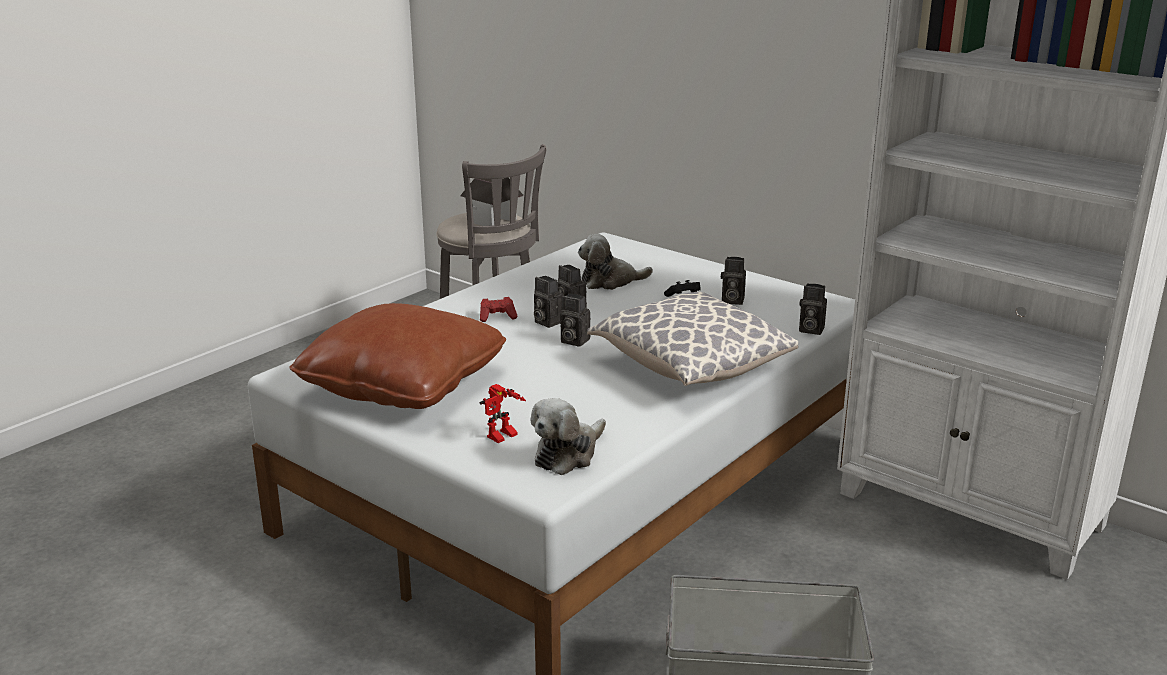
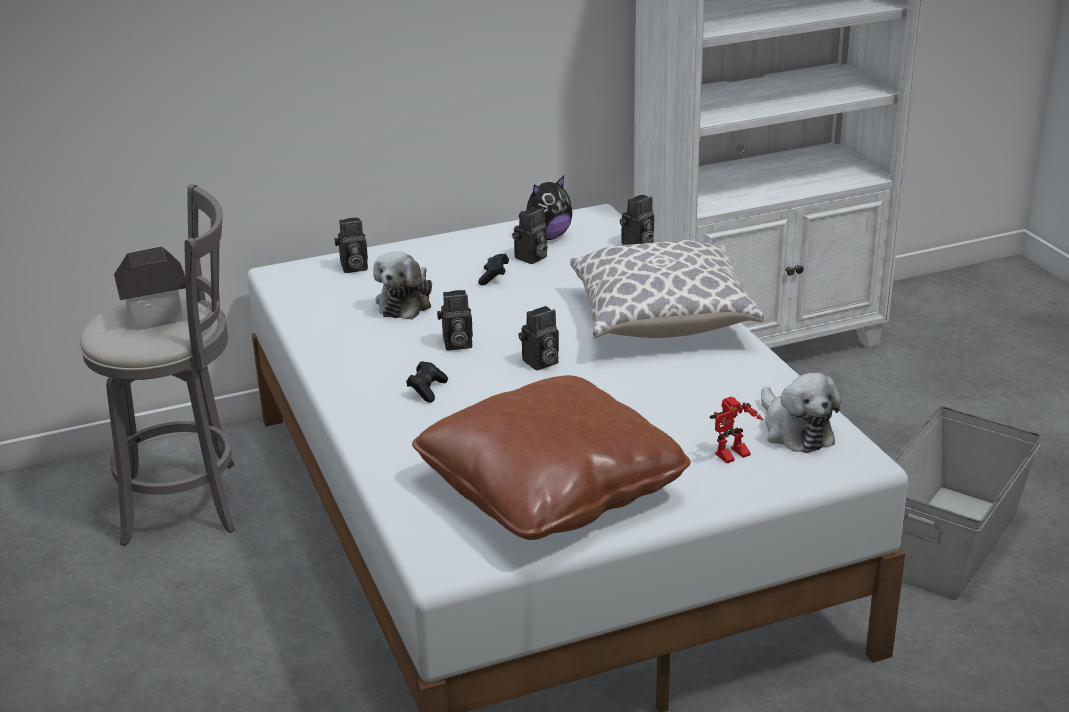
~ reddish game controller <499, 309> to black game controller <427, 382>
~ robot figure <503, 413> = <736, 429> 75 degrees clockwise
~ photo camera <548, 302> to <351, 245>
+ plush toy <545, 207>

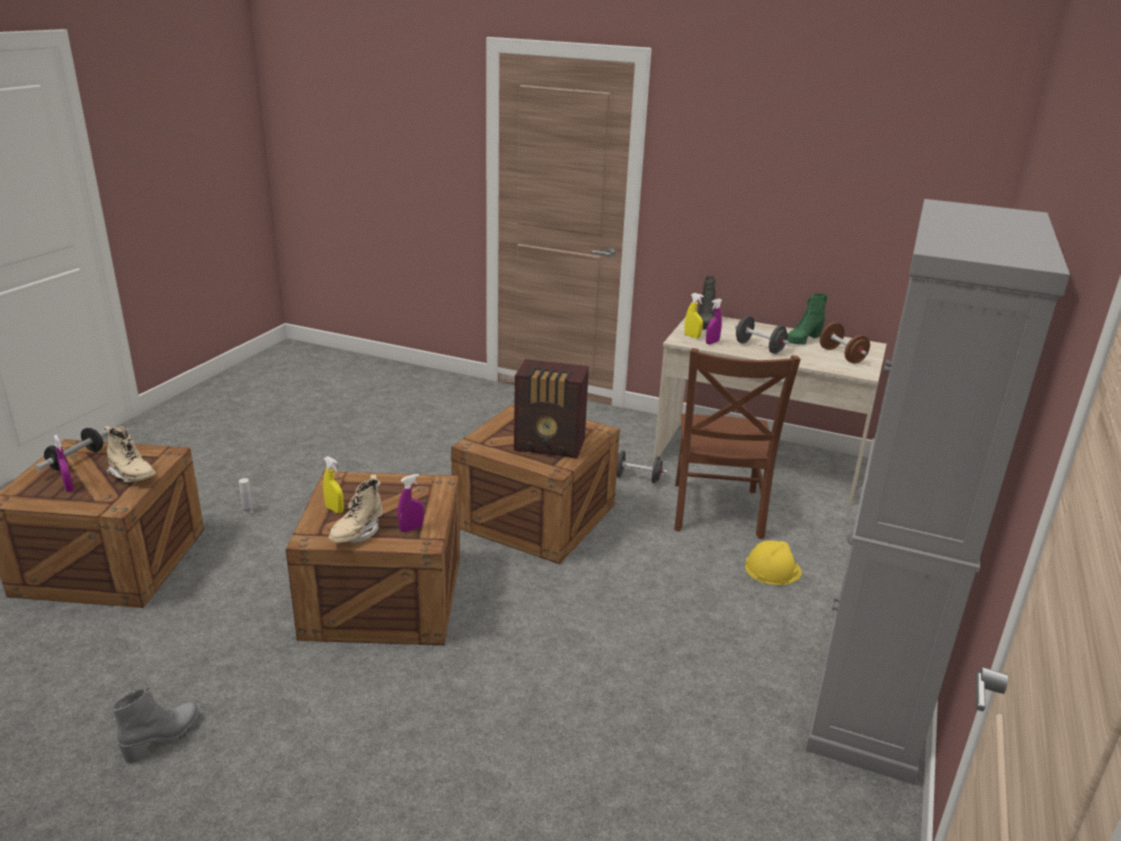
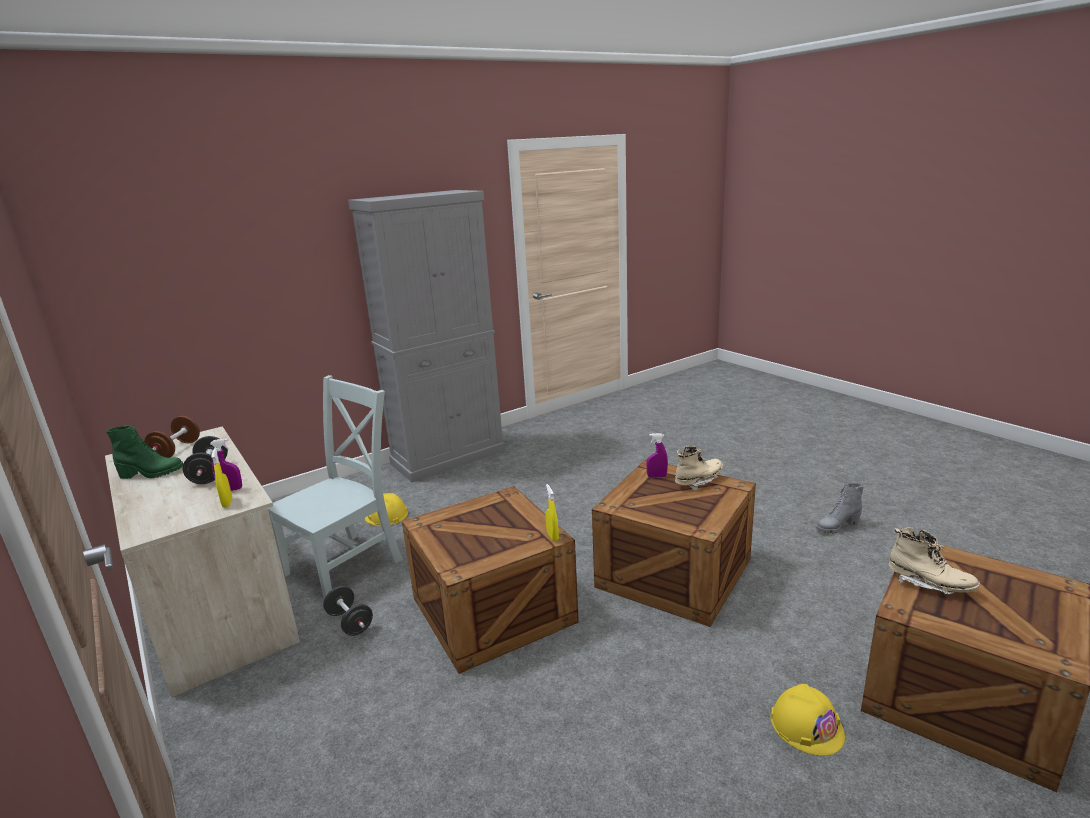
- hand weight <71, 449>
- purplish sprayer <64, 463>
~ beige-coloured high-top boot <130, 454> = <934, 561> 150 degrees clockwise
~ whitish drink bottle <246, 496> to yellowish safety helmet <808, 720>
~ yellowish sprayer <333, 485> to <552, 512>
- radio <551, 409>
~ brownish plain chair <737, 443> to greyish plain chair <335, 487>
- black high-top boot <707, 303>

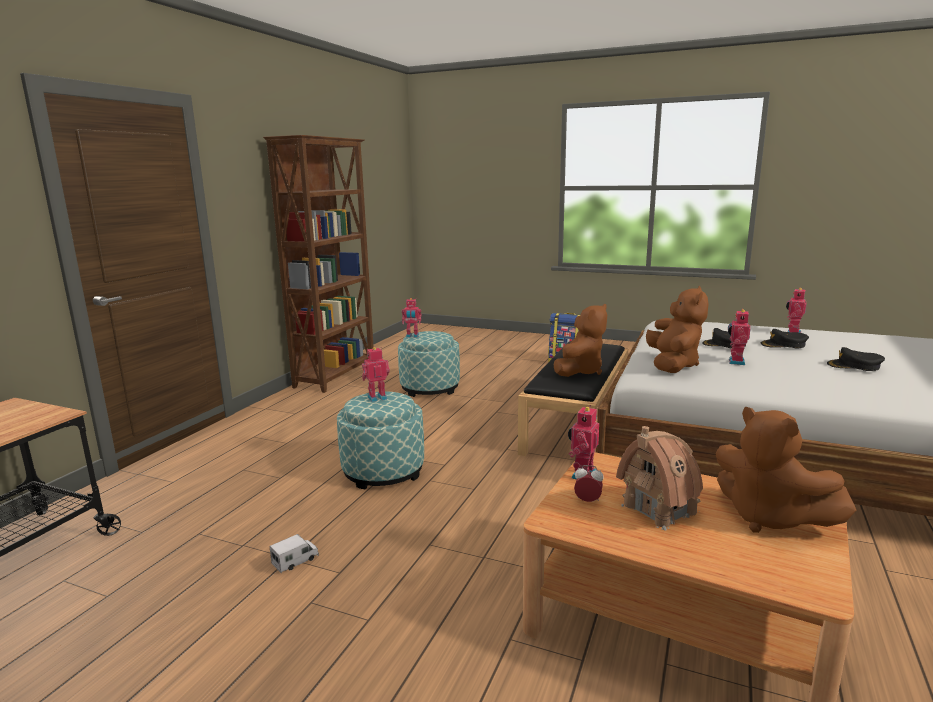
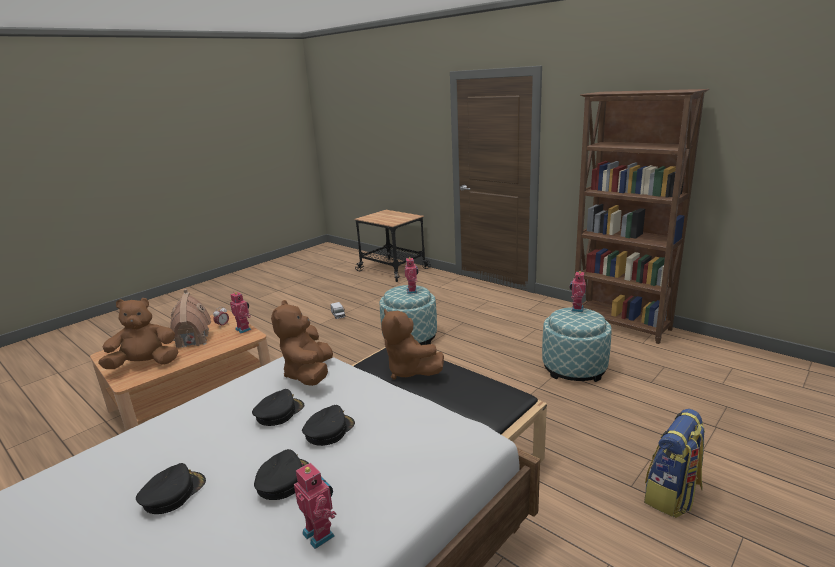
~ brownish plush toy <677, 329> = <302, 343> 60 degrees clockwise
~ robot figure <739, 337> to black peaked cap <278, 407>

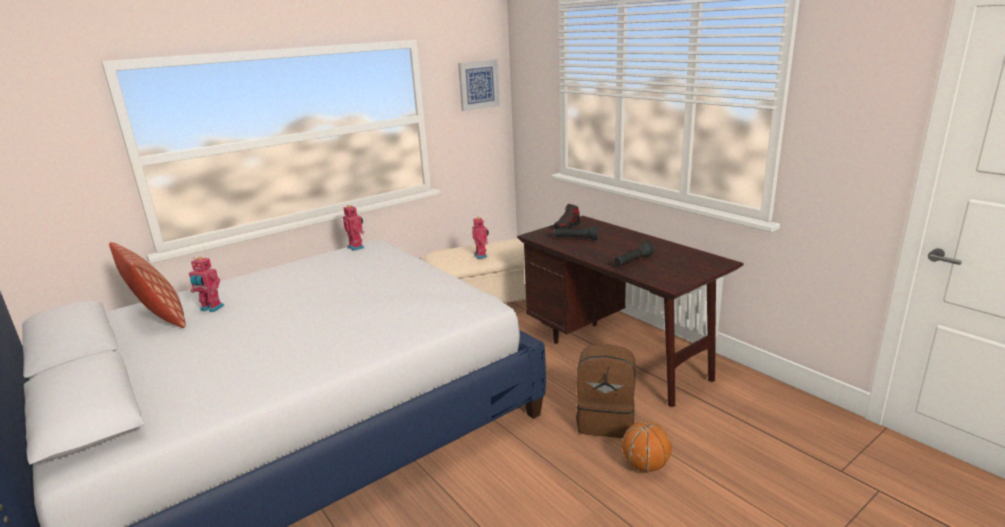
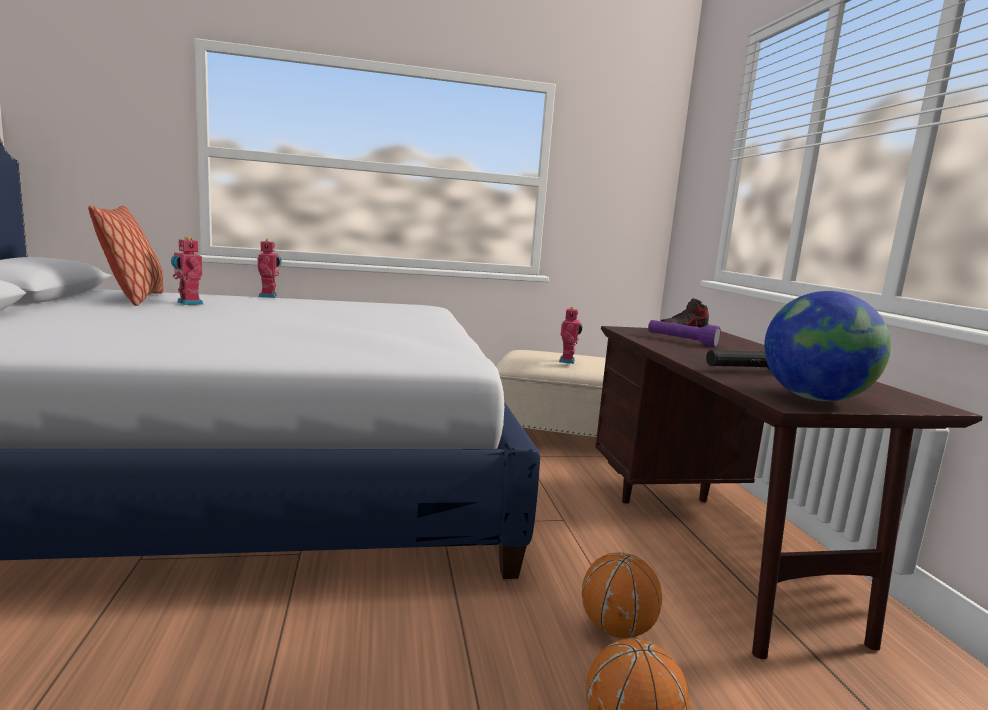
~ robot figure <354, 228> to <270, 268>
- wall art <479, 85>
~ black flashlight <576, 233> to purplish flashlight <684, 333>
~ brownish knapsack <605, 391> to basketball ball <622, 595>
+ world globe <827, 346>

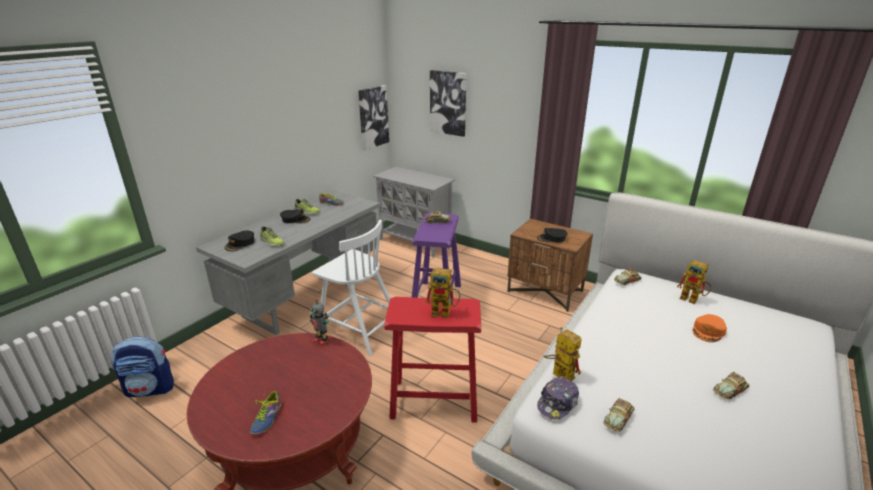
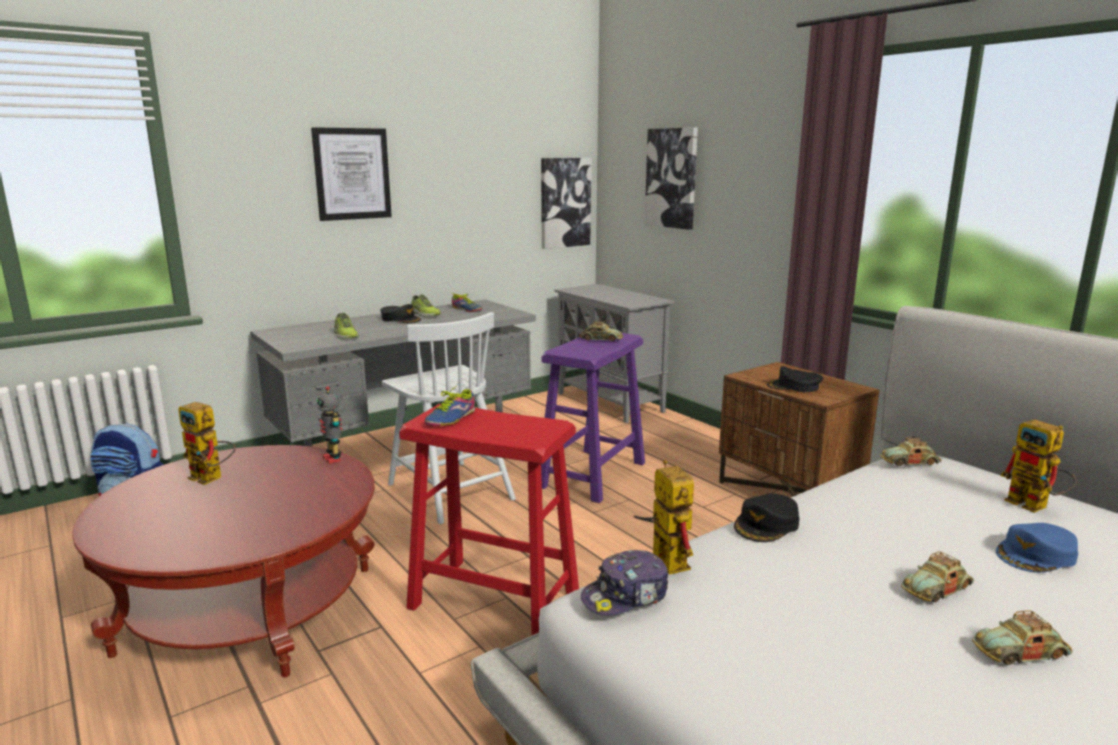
~ black peaked cap <239, 241> to <766, 518>
~ low shoe <266, 412> to <450, 406>
~ robot figure <443, 293> to <207, 443>
~ miniature car <619, 415> to <937, 576>
~ orange peaked cap <710, 328> to blue-coloured peaked cap <1037, 548>
+ wall art <351, 174>

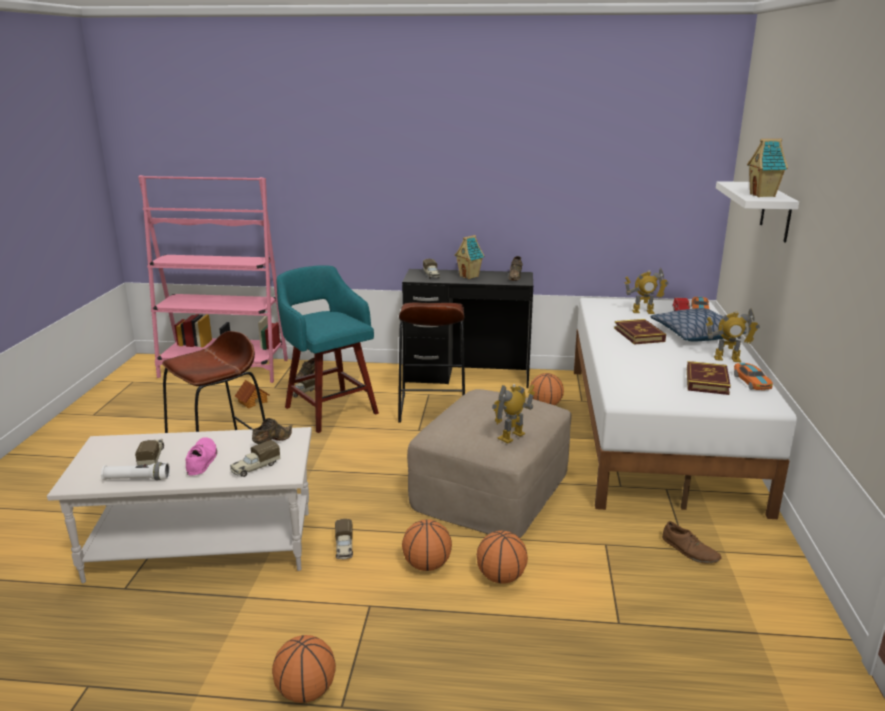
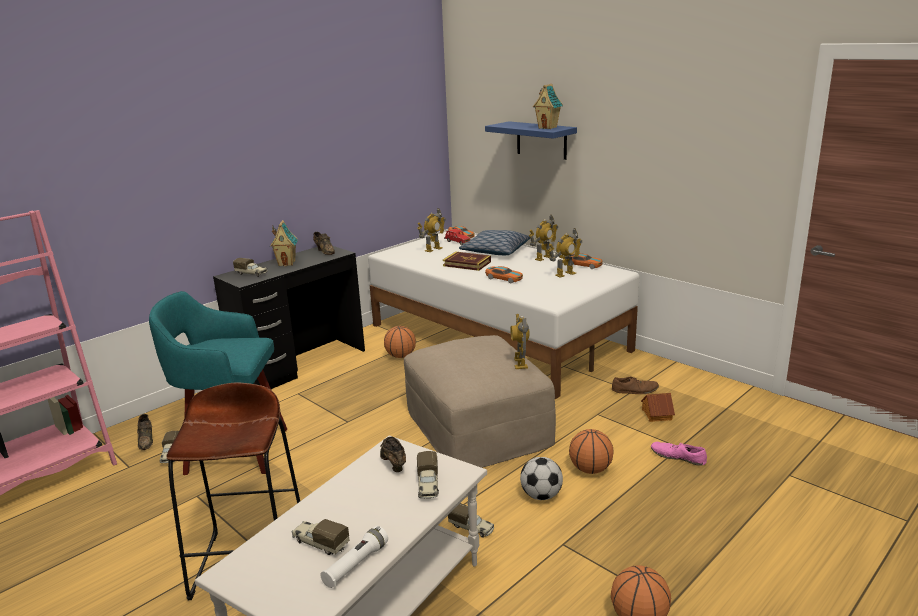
~ pinkish low shoe <201, 456> to <679, 454>
~ toy house <252, 394> to <658, 407>
- brownish sitting stool <431, 362>
~ basketball ball <427, 545> to ball for football <541, 478>
~ volume <709, 378> to robot figure <565, 253>
~ whitish bracket shelf <757, 211> to blue-coloured bracket shelf <531, 140>
+ miniature car <504, 274>

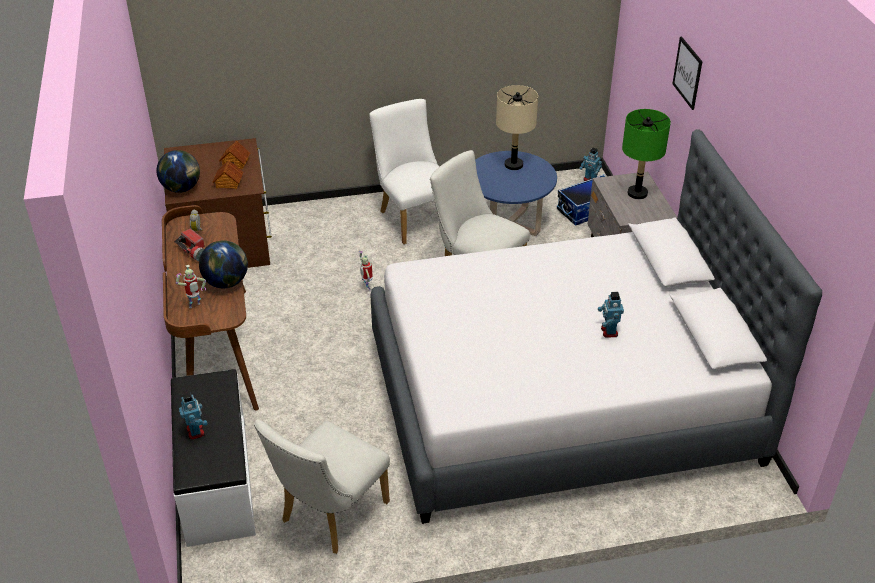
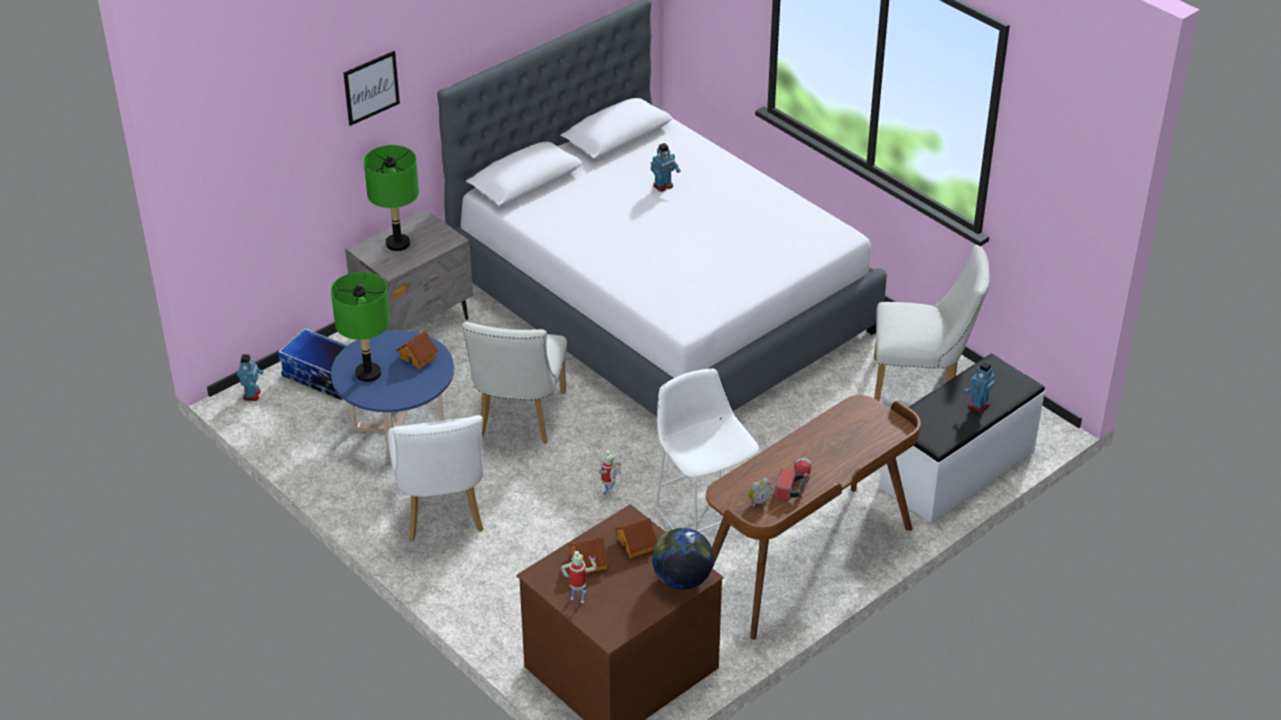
~ robot figure <191, 286> to <579, 577>
- world globe <223, 264>
~ whitish plain chair <404, 171> = <436, 478> 45 degrees counterclockwise
~ beige-coloured lamp for a table <517, 127> to green lamp for a table <360, 327>
+ toy house <417, 350>
+ whitish sitting stool <707, 450>

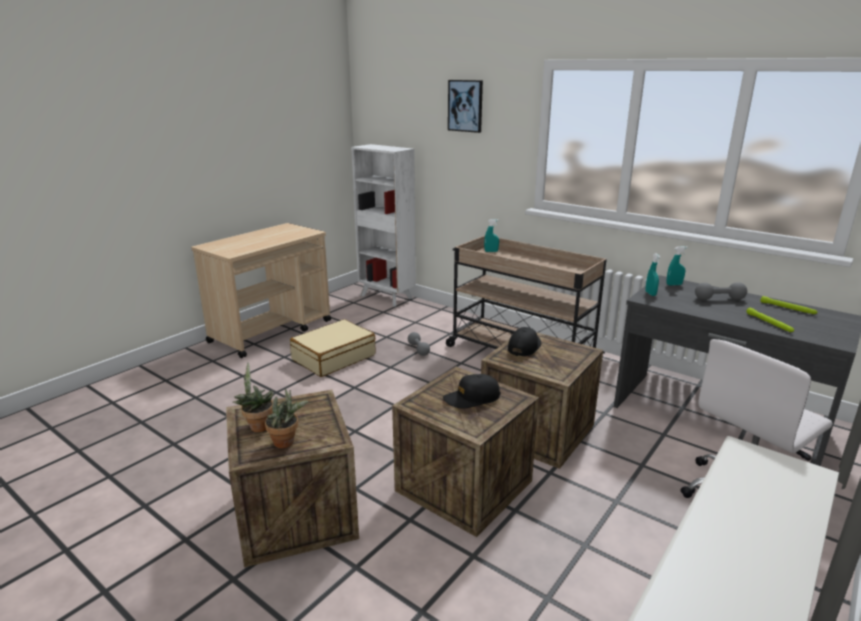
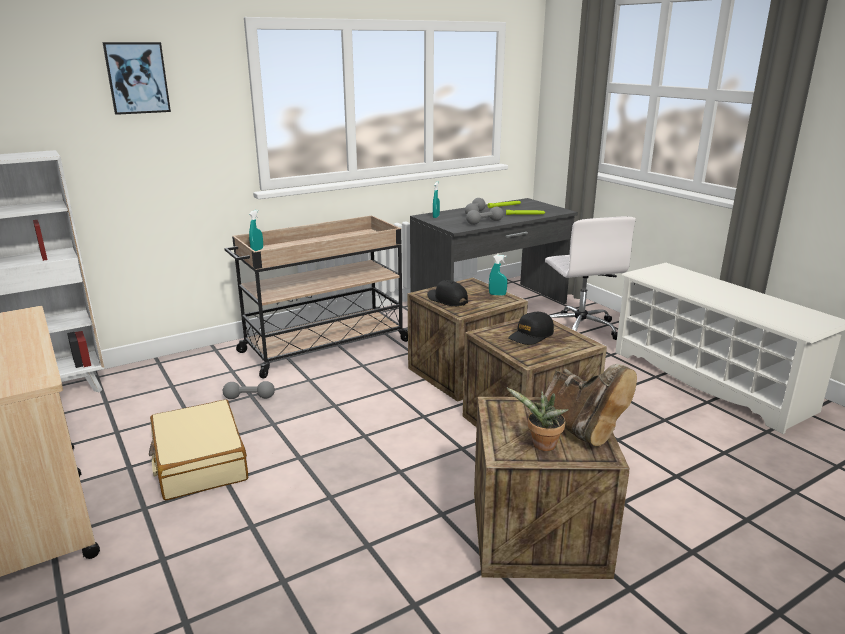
~ plant in a pot <287, 418> to brownish high-top boot <590, 405>
~ black peaked cap <472, 391> = <531, 328> 45 degrees clockwise
~ turquoise-coloured sprayer <653, 274> to <498, 275>
+ greyish hand weight <485, 216>

